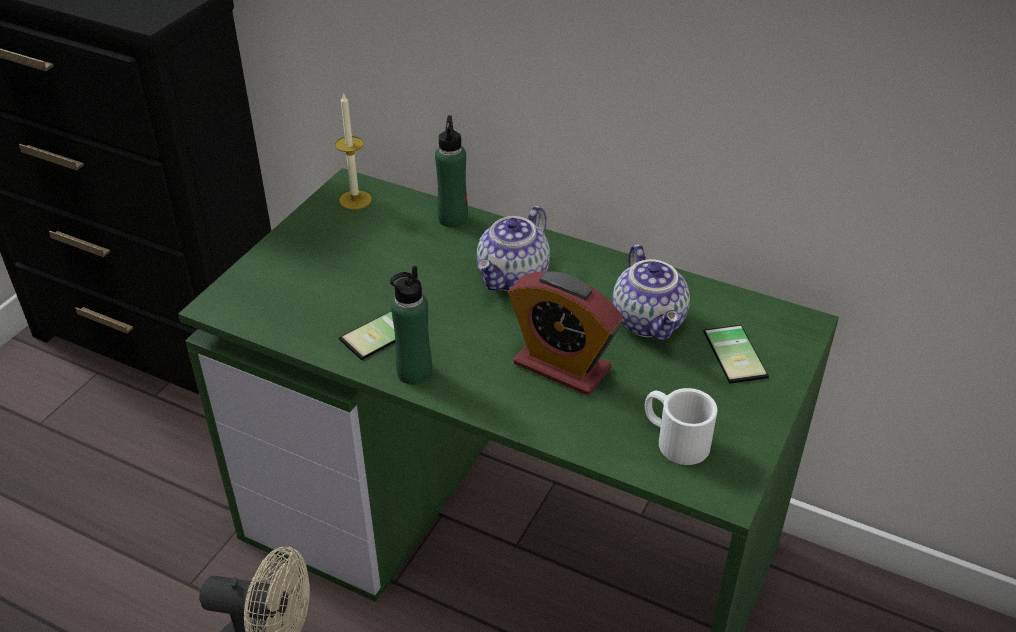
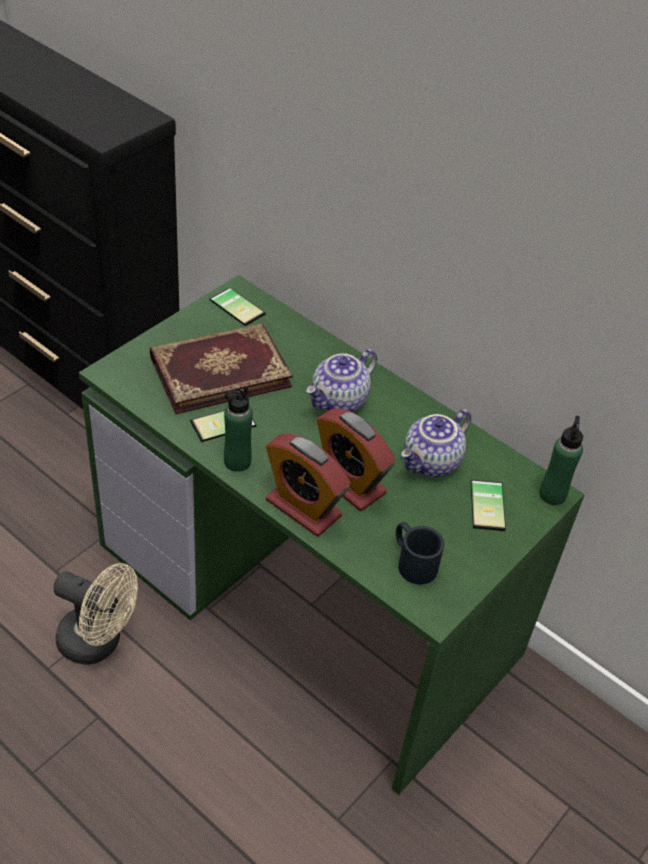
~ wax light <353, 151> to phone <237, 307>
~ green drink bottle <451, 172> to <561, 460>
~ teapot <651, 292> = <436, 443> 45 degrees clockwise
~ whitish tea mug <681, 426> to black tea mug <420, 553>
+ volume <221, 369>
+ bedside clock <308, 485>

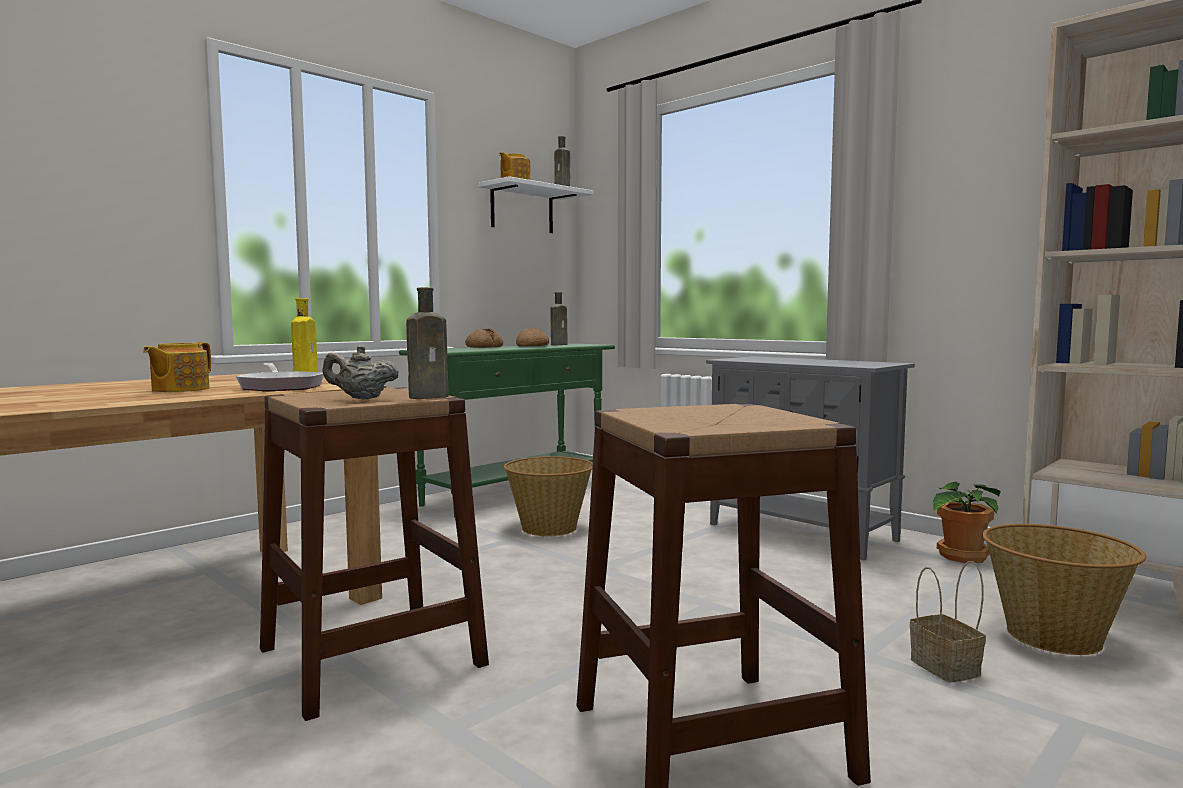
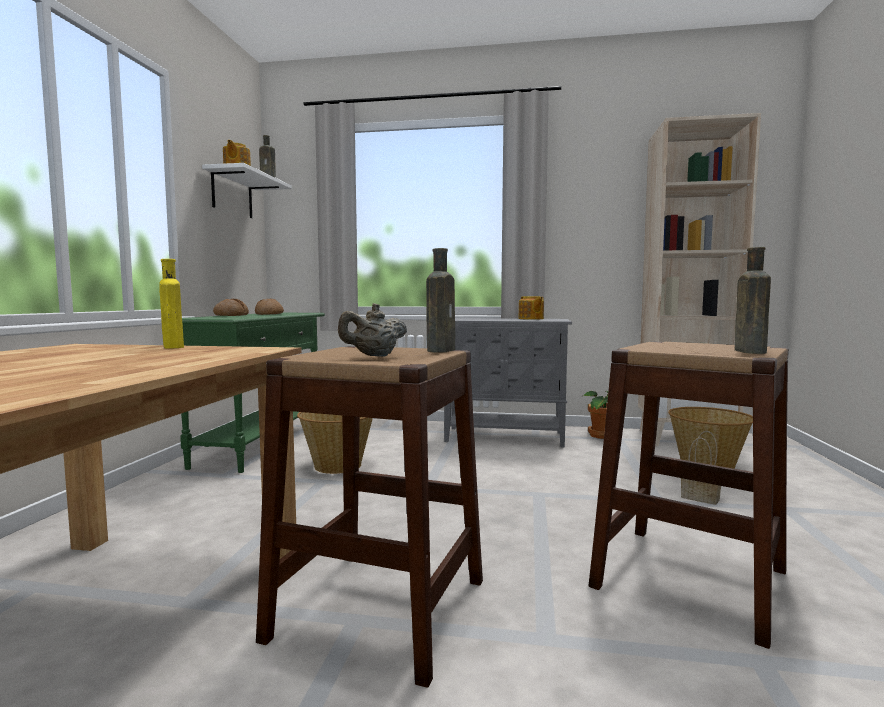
~ teapot <177, 367> to <531, 308>
- pan <280, 377>
~ brownish drink bottle <559, 318> to <753, 300>

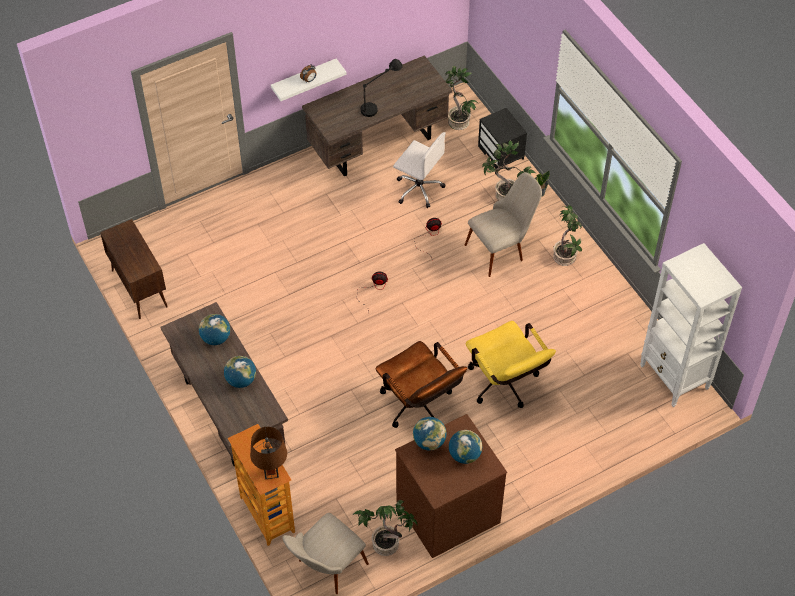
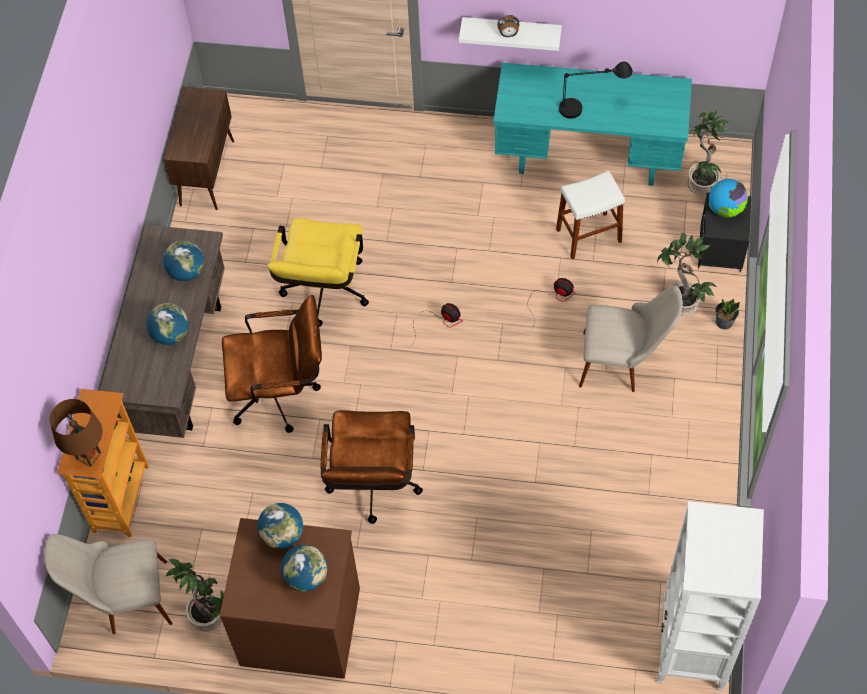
~ brownish desk <377, 115> to turquoise-coloured desk <592, 124>
~ whitish office chair <419, 170> to whitish sitting stool <590, 215>
~ yellowish office chair <510, 364> to <318, 272>
- plant in a pot <567, 235>
+ brownish office chair <272, 364>
+ world globe <728, 198>

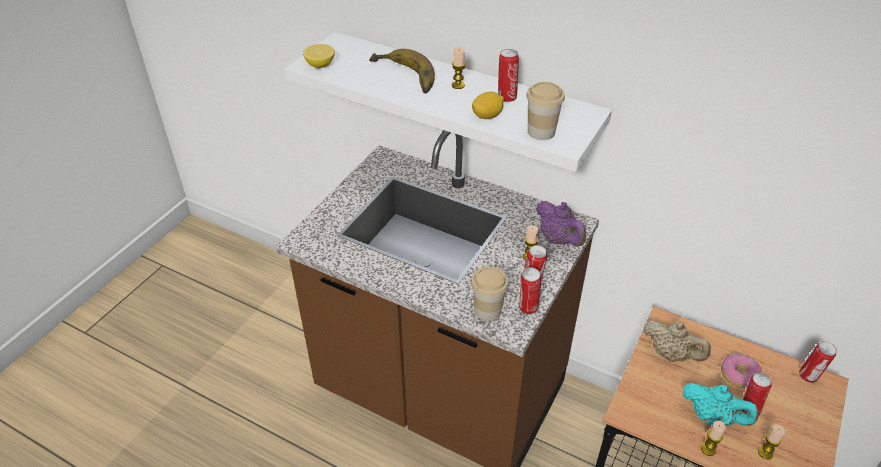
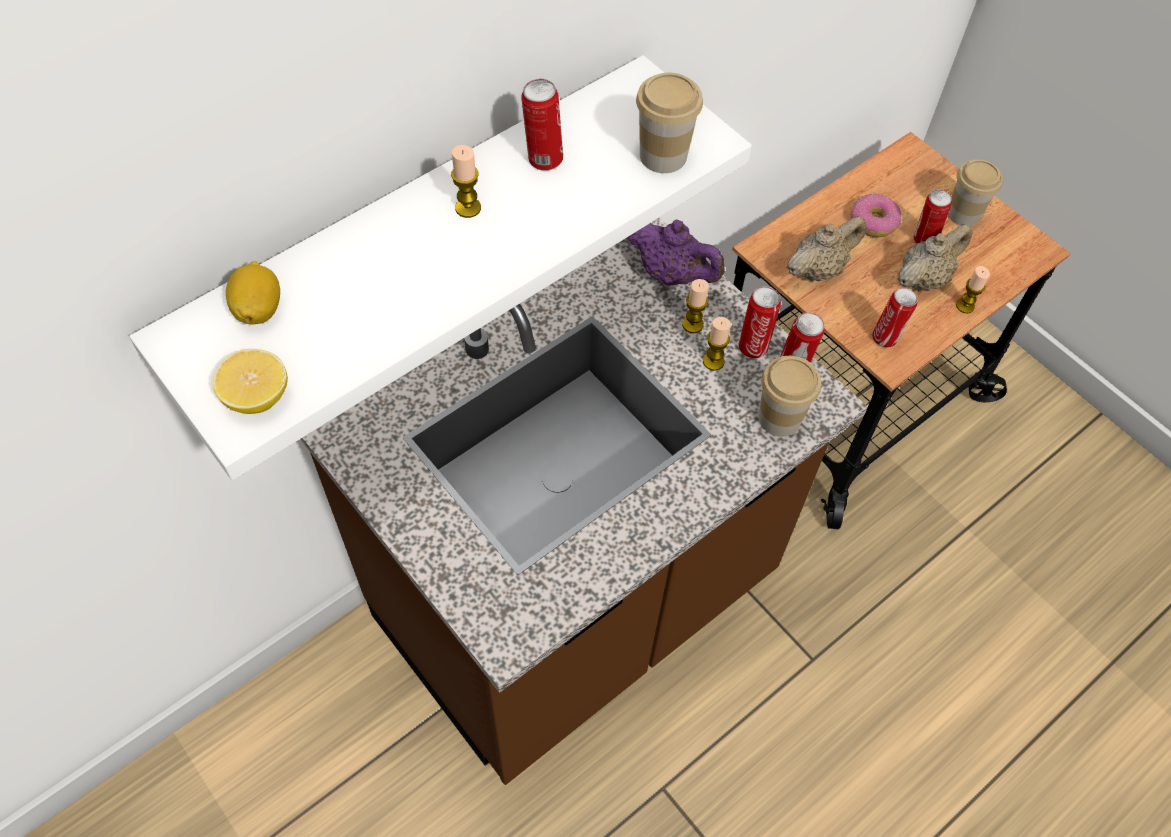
- banana <402, 71>
~ citrus fruit <488, 105> to <253, 293>
~ purplish teapot <561, 224> = <676, 252> 45 degrees clockwise
~ turquoise-coloured teapot <720, 404> to beige-coloured teapot <935, 257>
~ wax light <771, 441> to <717, 344>
~ can <818, 362> to <895, 318>
+ small cup <975, 193>

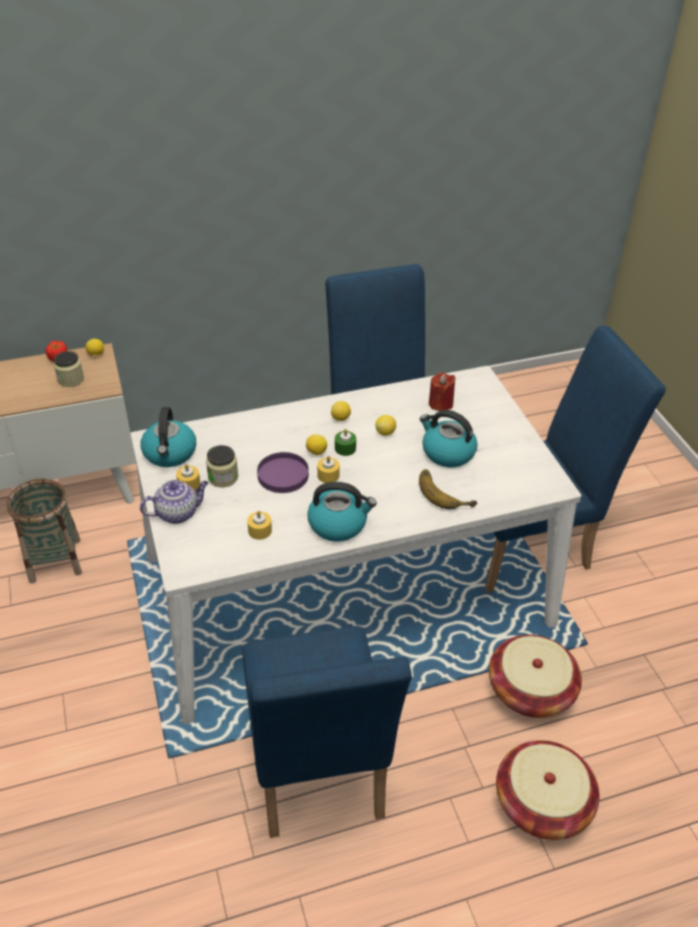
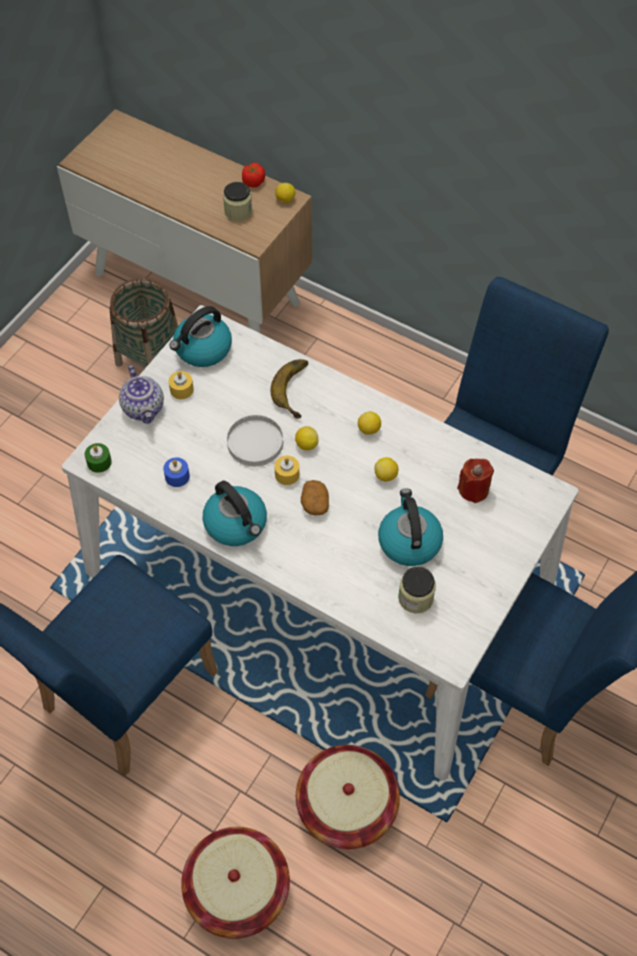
~ teapot <174, 502> = <141, 394> 45 degrees clockwise
~ storage jar <222, 466> to <417, 590>
~ yellowish wax light <259, 525> to blue-coloured wax light <176, 472>
~ purplish dinner plate <283, 472> to whitish dinner plate <255, 440>
~ green wax light <345, 442> to <98, 458>
~ banana <448, 489> to <289, 388>
+ whole potato <315, 497>

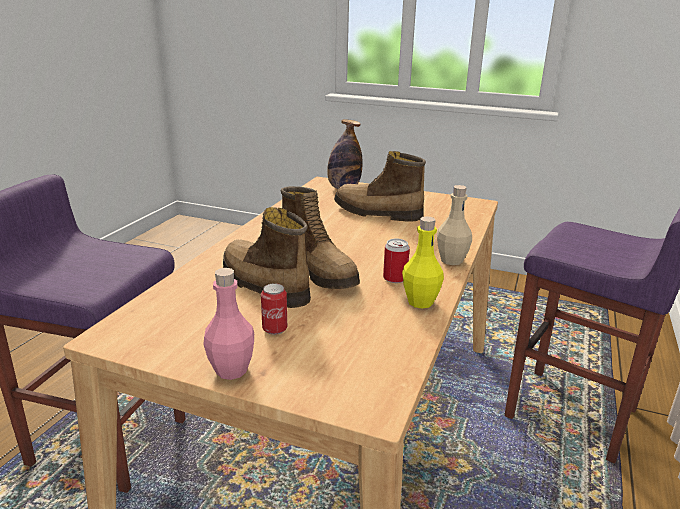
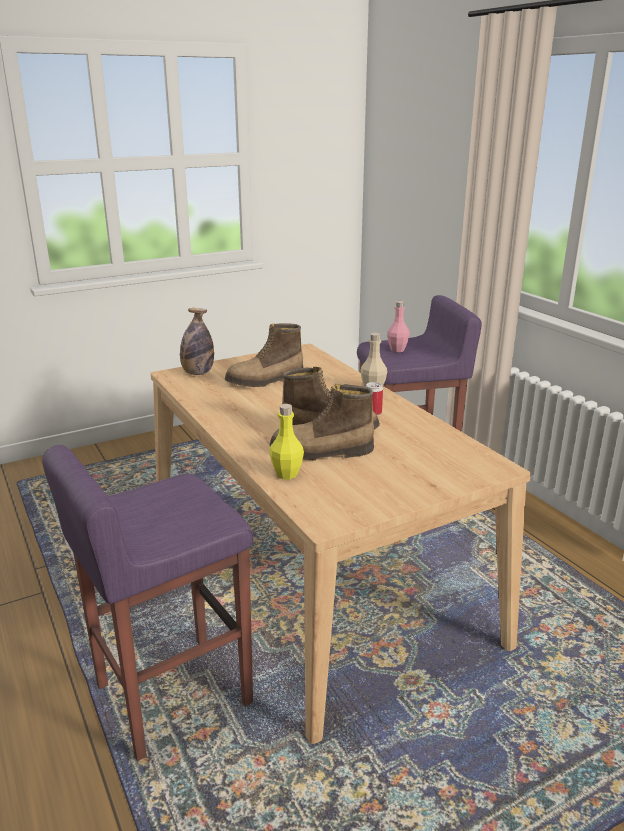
~ pinkish drink bottle <228, 324> to <398, 326>
- can <274, 309>
~ yellowish drink bottle <423, 262> to <286, 441>

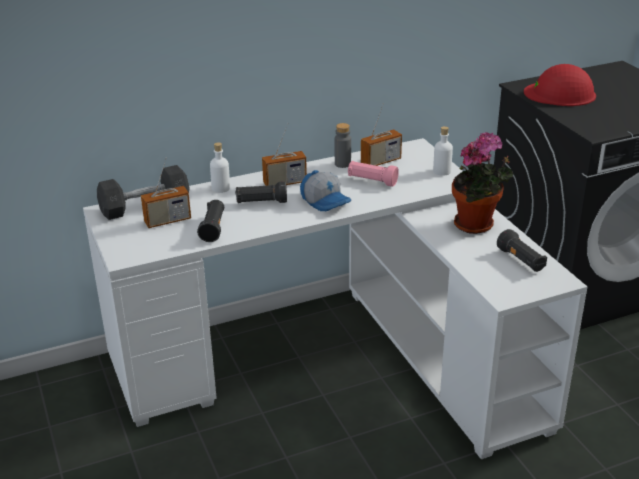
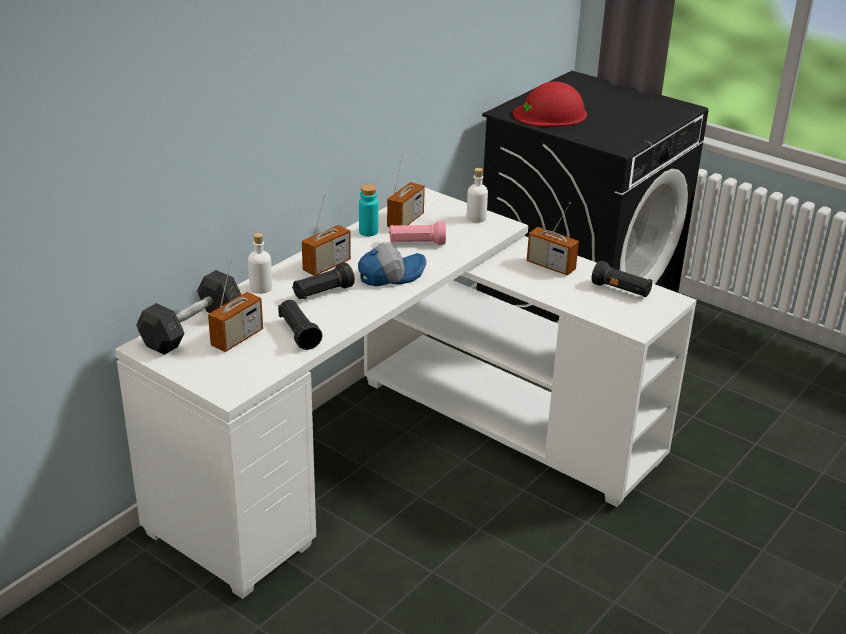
~ peaked cap <325, 190> = <392, 265> 45 degrees counterclockwise
~ greyish drink bottle <343, 145> to turquoise-coloured drink bottle <368, 210>
~ plant in a pot <482, 183> to radio <553, 238>

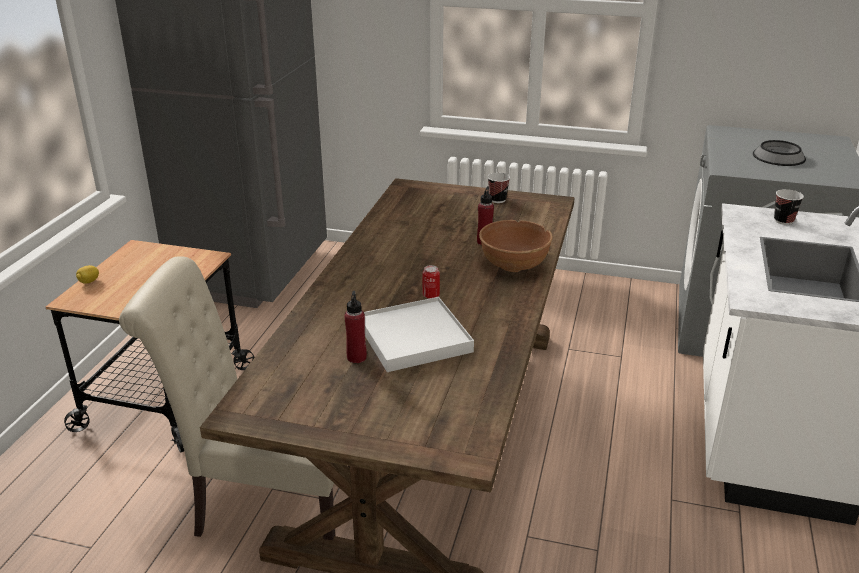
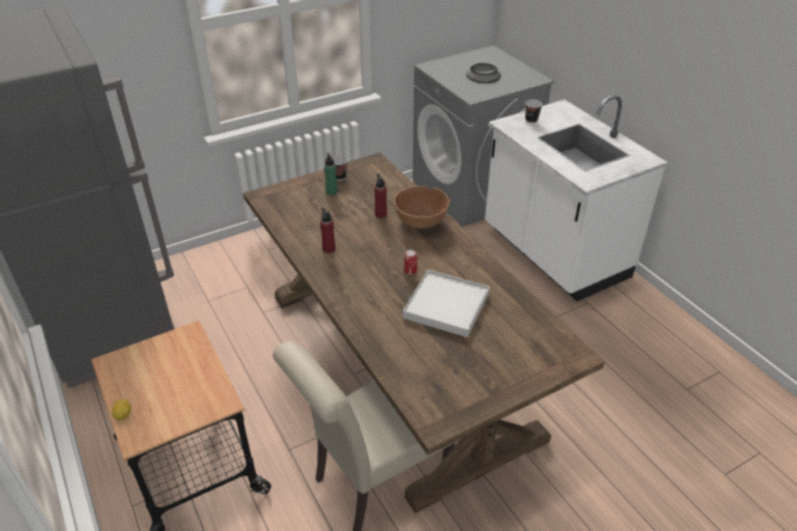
~ reddish drink bottle <356, 327> to <327, 230>
+ green drink bottle <331, 174>

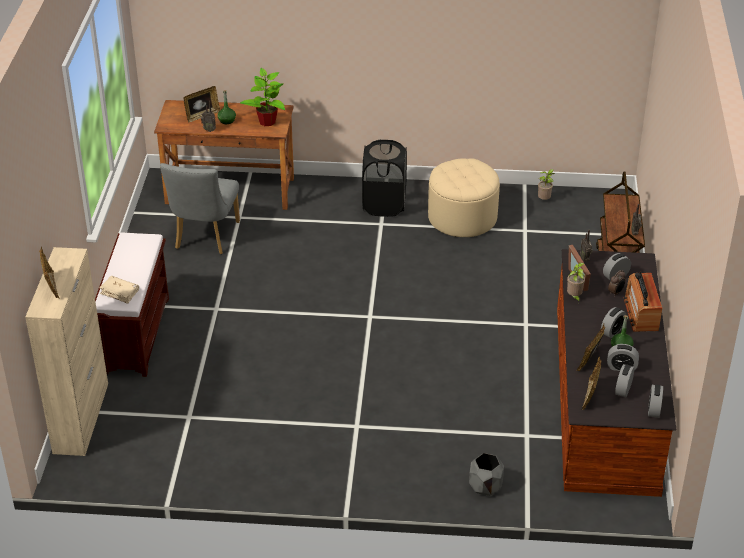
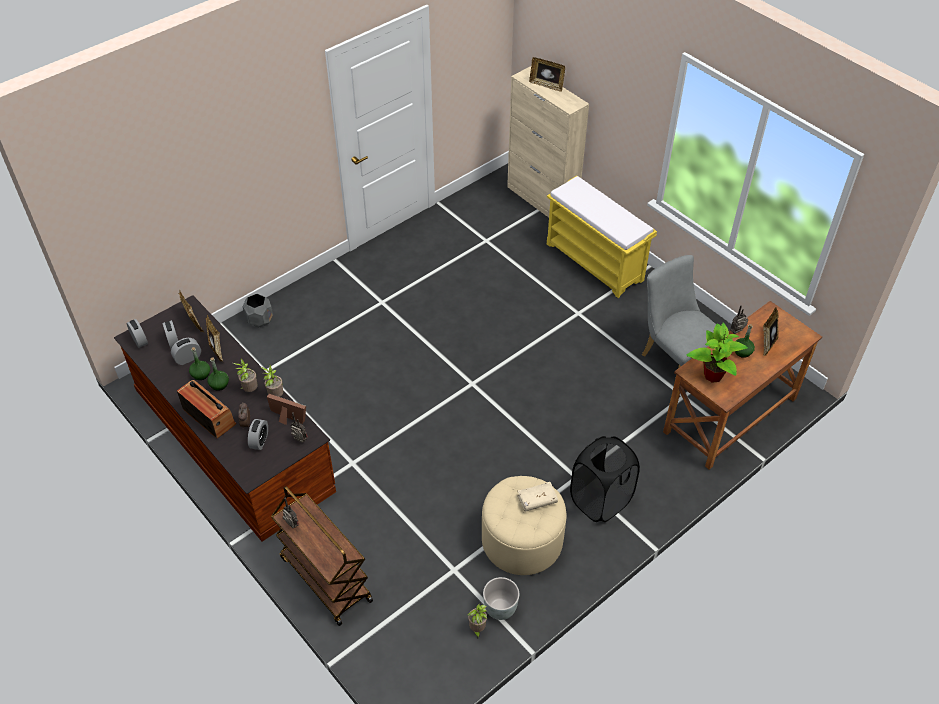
~ brownish long seat <132, 305> to yellowish long seat <602, 237>
~ beige-coloured volume <119, 290> to <537, 497>
~ bedside clock <613, 322> to green drink bottle <218, 374>
+ plant in a pot <245, 375>
+ greyish flower pot <501, 598>

